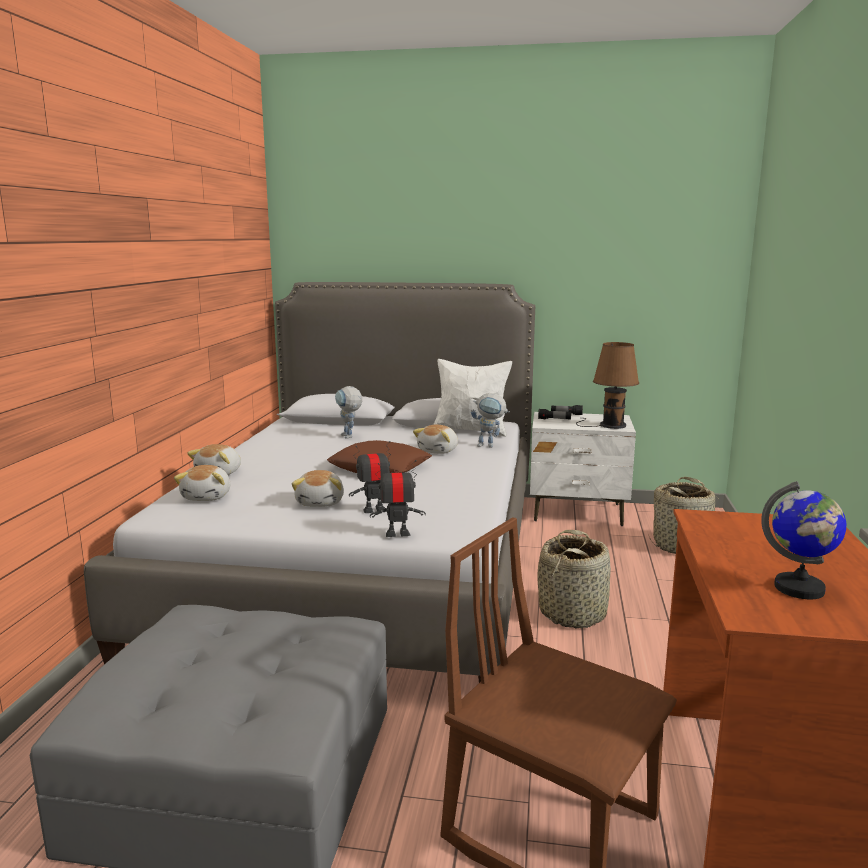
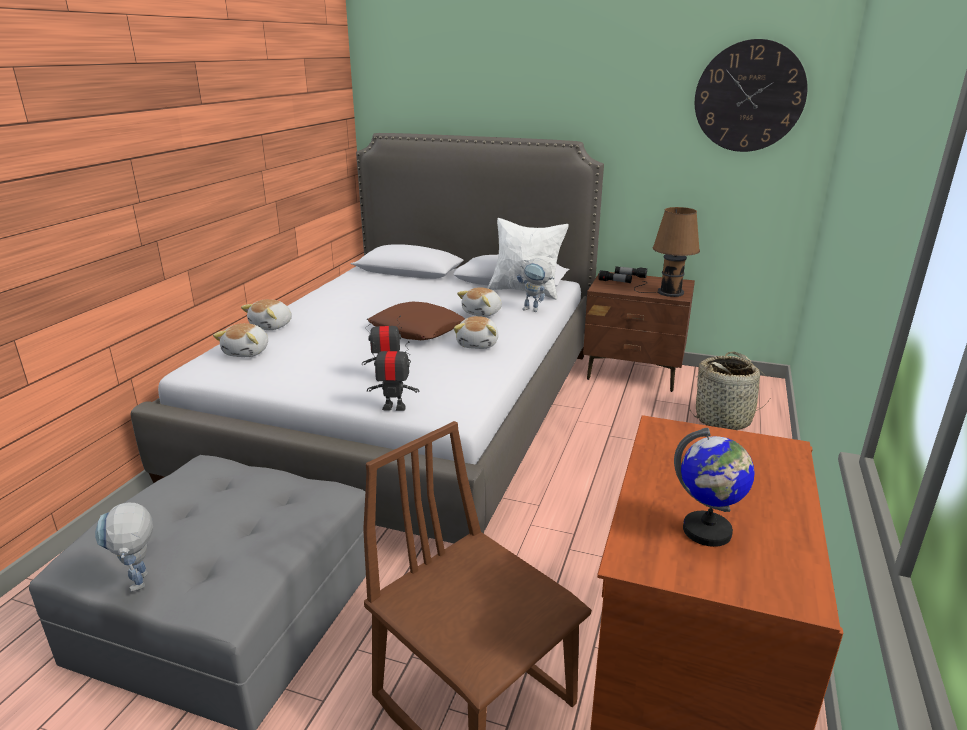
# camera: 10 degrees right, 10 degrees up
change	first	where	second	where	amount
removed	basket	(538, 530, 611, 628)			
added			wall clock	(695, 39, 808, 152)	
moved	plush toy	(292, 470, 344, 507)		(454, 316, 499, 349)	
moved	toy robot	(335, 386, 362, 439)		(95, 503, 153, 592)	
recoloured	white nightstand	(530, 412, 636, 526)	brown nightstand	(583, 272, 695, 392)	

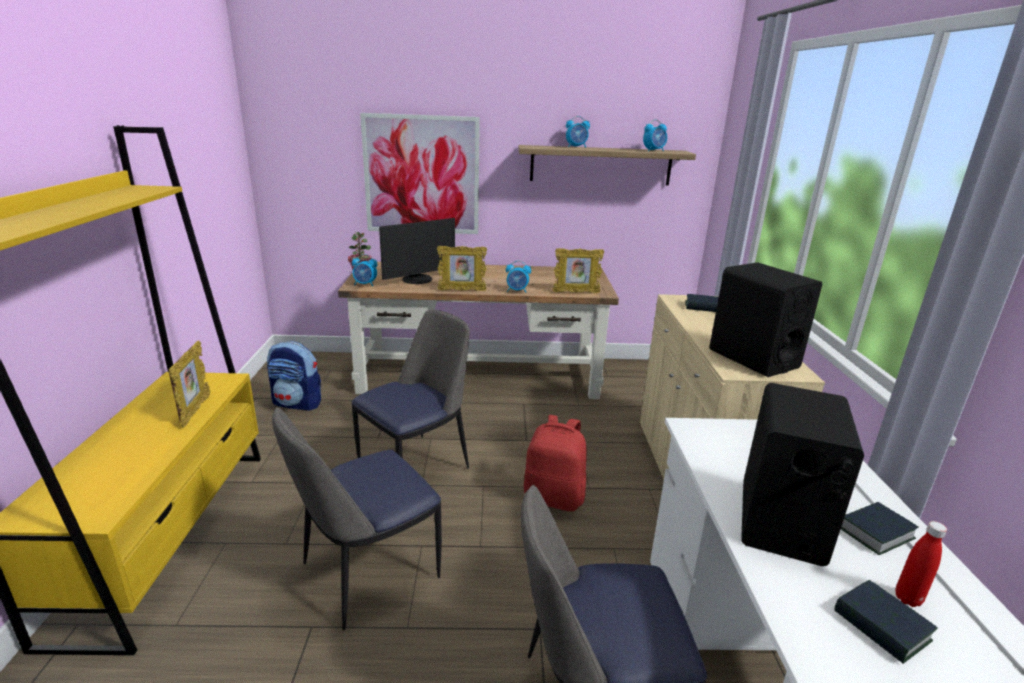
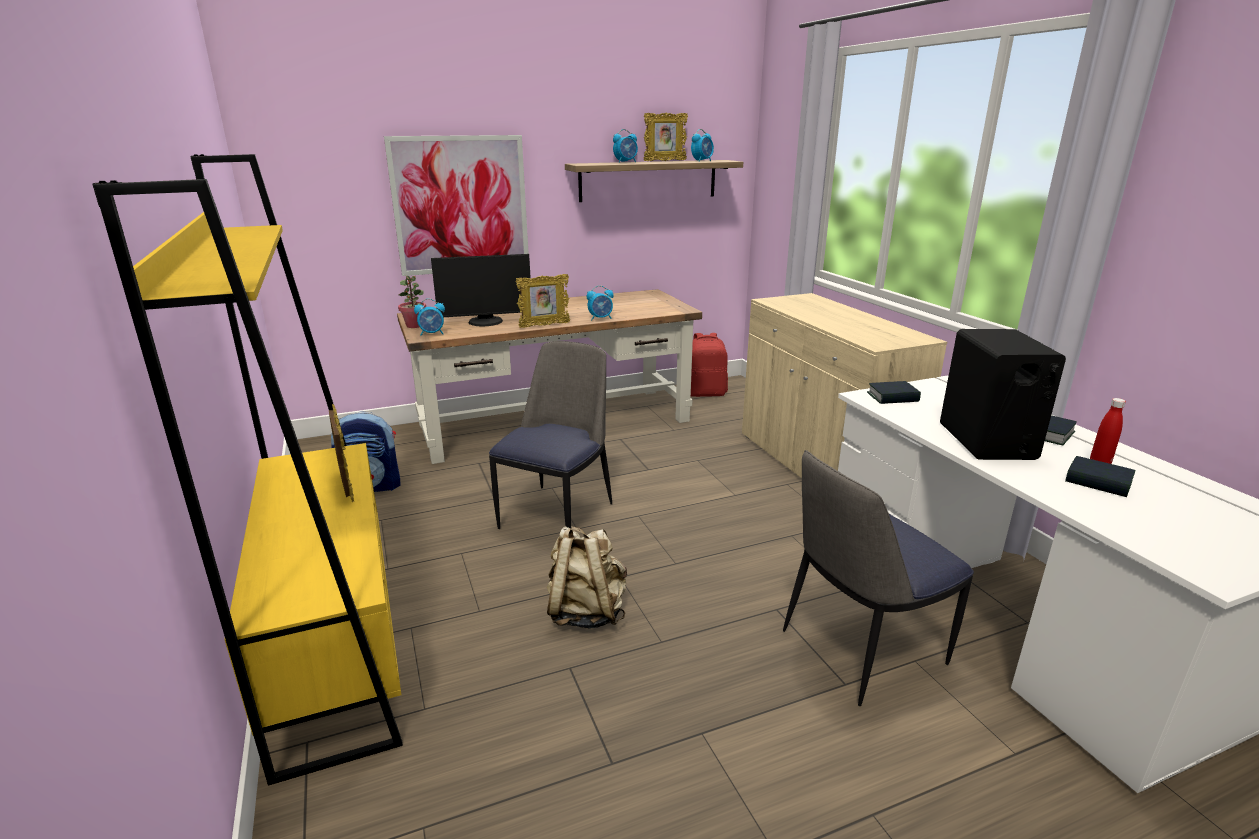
# camera: 20 degrees left, 0 degrees up
change	first	where	second	where	amount
removed	black speaker	(709, 262, 822, 377)			
moved	red backpack	(524, 415, 587, 512)		(691, 333, 728, 397)	
moved	picture frame	(553, 248, 604, 293)		(643, 113, 688, 161)	
moved	book	(685, 294, 719, 312)		(867, 381, 921, 404)	
replaced	chair	(272, 407, 442, 630)	beige backpack	(547, 526, 627, 628)	
turned	monitor	(379, 218, 455, 284)		(431, 254, 531, 326)	45 degrees clockwise

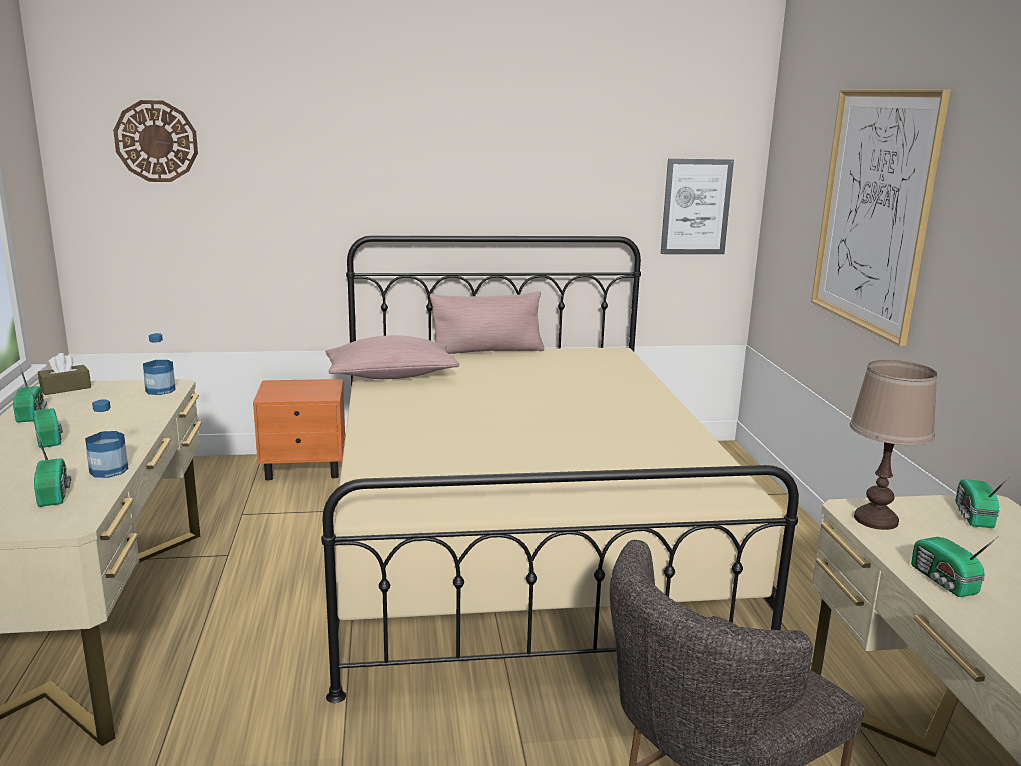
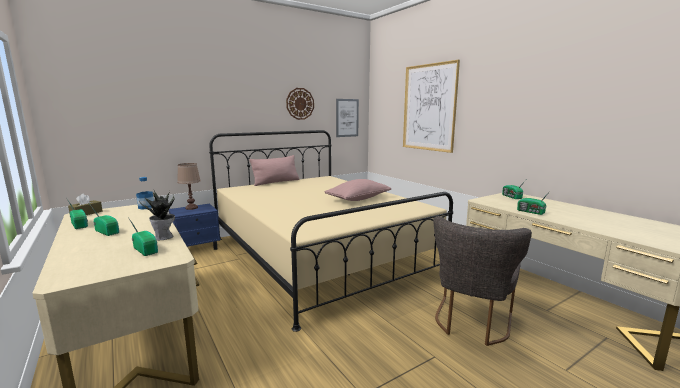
# camera: 25 degrees left, 5 degrees down
change	first	where	second	where	amount
moved	wall clock	(113, 100, 198, 182)		(286, 88, 314, 120)	
moved	pink pillow	(325, 335, 459, 379)		(324, 179, 391, 201)	
moved	brown table lamp	(850, 360, 937, 530)		(177, 163, 201, 210)	
replaced	bottle	(85, 399, 128, 478)	potted plant	(139, 189, 175, 240)	
recoloured	orange nightstand	(253, 379, 345, 481)	blue nightstand	(169, 204, 220, 250)	

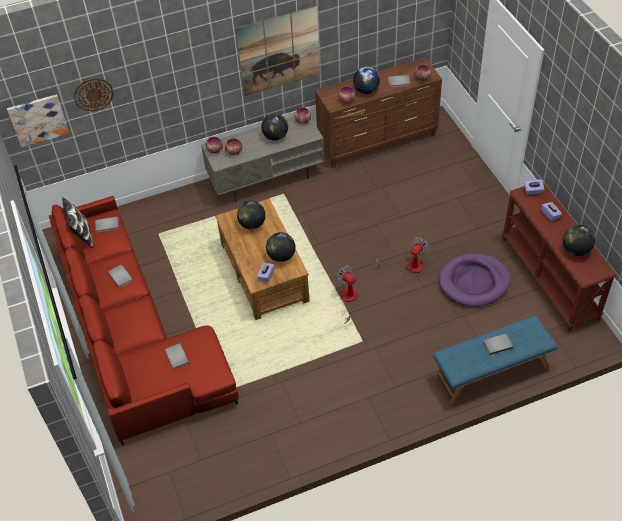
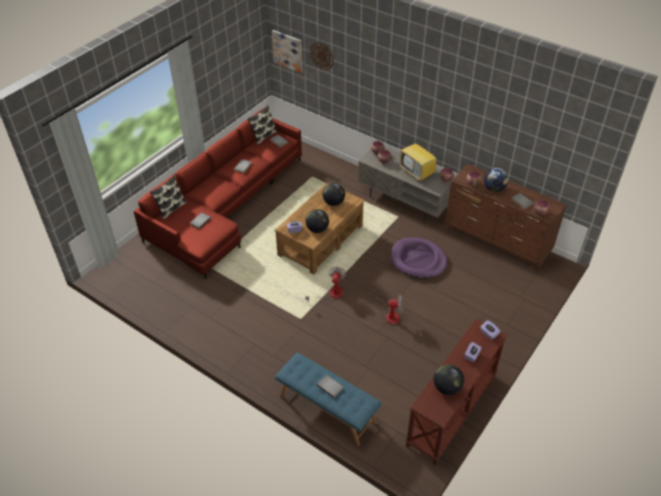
# camera: 55 degrees right, 5 degrees down
change	first	where	second	where	amount
removed	picture	(235, 6, 320, 96)			
added			pillow	(150, 175, 187, 220)	
moved	purple dog bed	(439, 253, 511, 307)		(391, 237, 448, 279)	
replaced	globe	(261, 113, 288, 141)	television	(400, 140, 437, 182)	

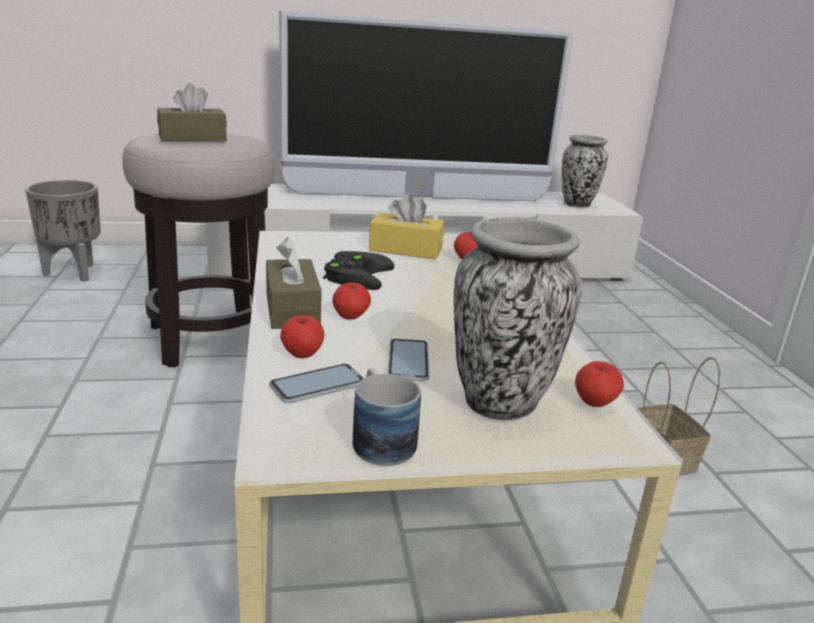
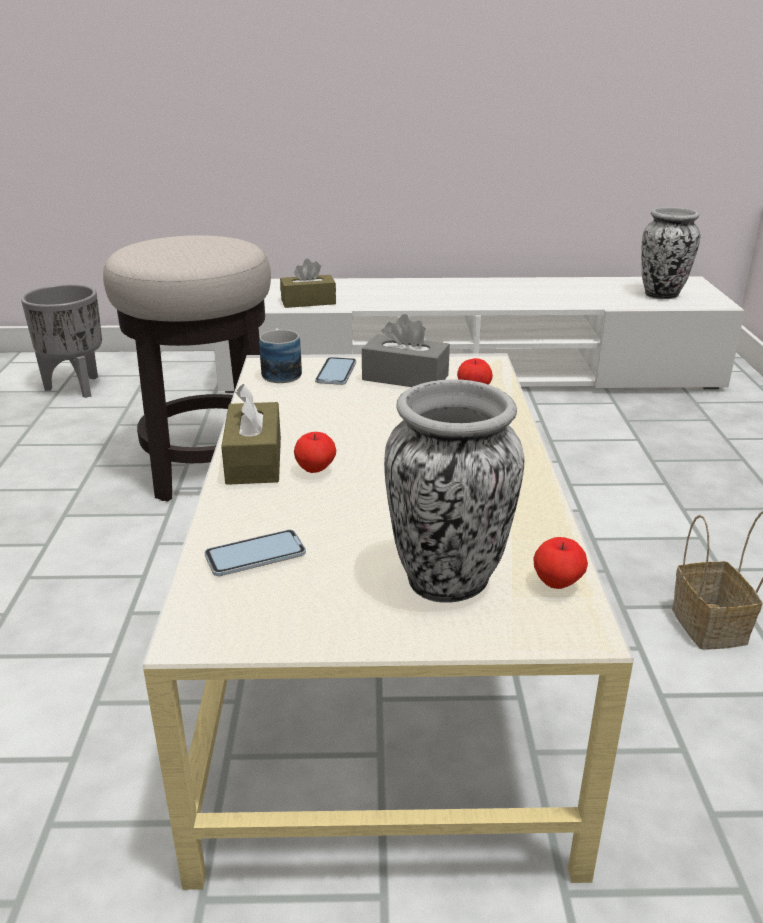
# camera: 10 degrees right, 5 degrees up
change	first	where	second	where	amount
removed	television	(279, 11, 574, 201)			
removed	apple	(280, 316, 324, 358)			
removed	black game controller	(323, 251, 394, 290)			
moved	brown tissue box	(157, 83, 227, 141)		(280, 259, 336, 308)	
moved	mug	(352, 368, 421, 466)		(259, 328, 302, 383)	
moved	phone	(388, 339, 429, 381)		(315, 357, 356, 385)	
recoloured	yellow tissue box	(369, 193, 444, 259)	grey tissue box	(362, 314, 450, 387)	

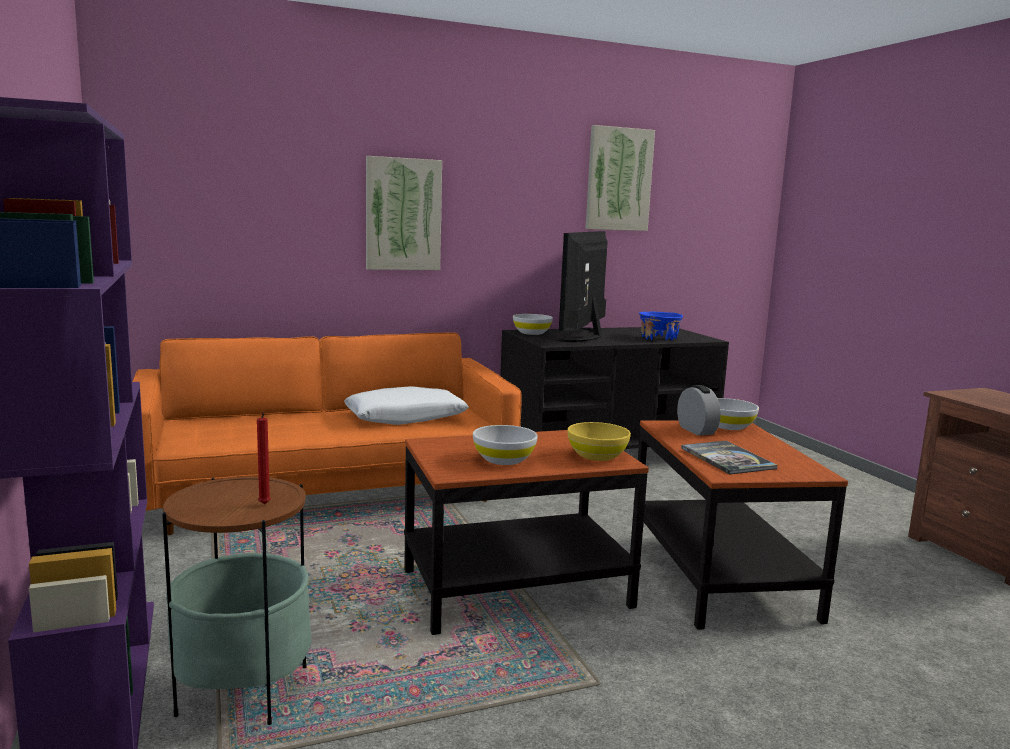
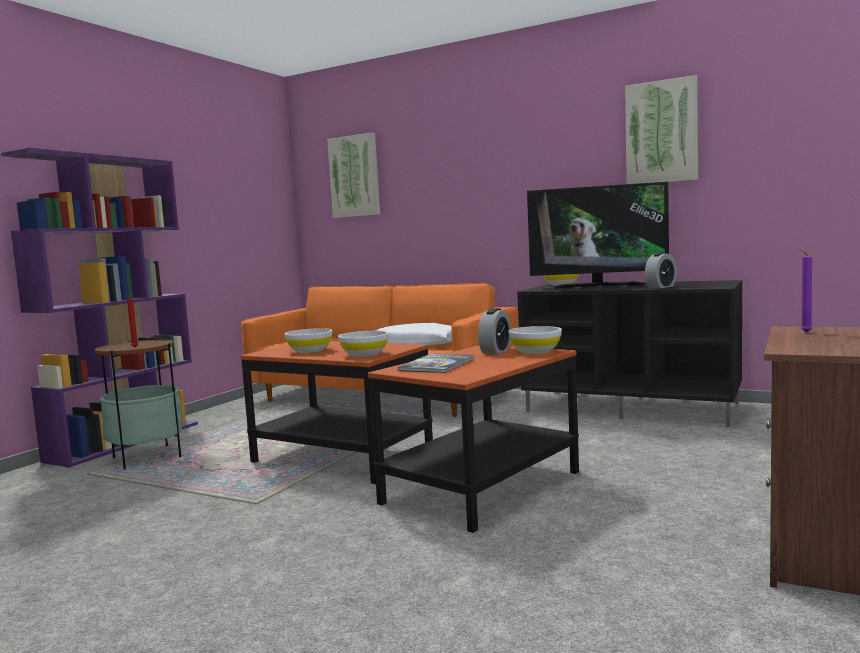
# camera: 50 degrees right, 5 degrees down
change	first	where	second	where	amount
added			purple candle	(798, 248, 812, 333)	
moved	picture	(366, 156, 442, 270)		(327, 133, 380, 218)	
replaced	blue bowl	(639, 312, 683, 341)	alarm clock	(645, 252, 677, 288)	
recoloured	yellow bowl	(567, 422, 631, 461)	white bowl	(338, 331, 388, 357)	
turned	television	(555, 231, 608, 342)		(527, 182, 669, 289)	150 degrees counterclockwise

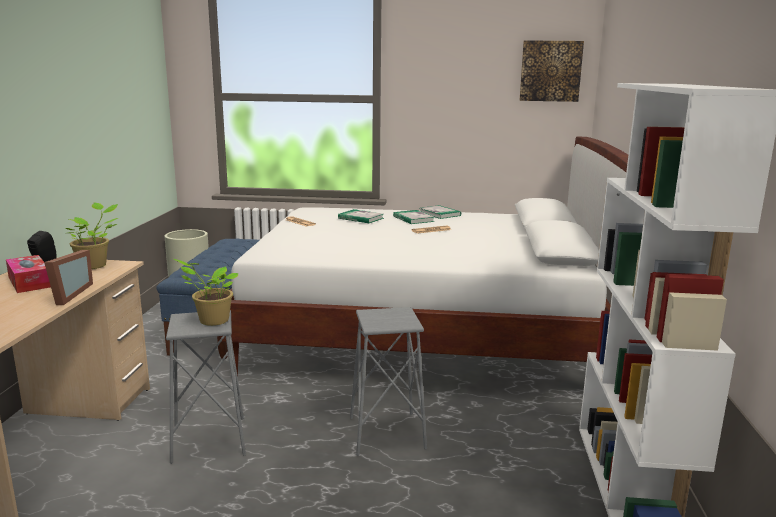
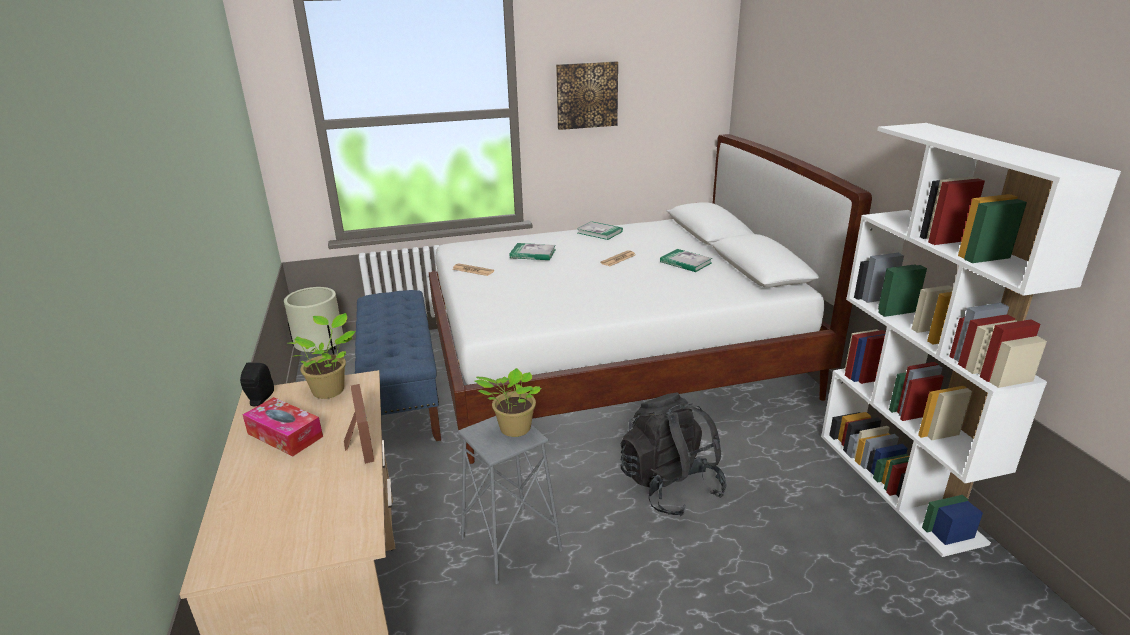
# camera: 20 degrees left, 10 degrees up
change	first	where	second	where	amount
moved	book	(393, 210, 435, 224)		(660, 249, 712, 272)	
moved	picture	(520, 40, 584, 102)		(556, 61, 618, 130)	
replaced	grey stool	(350, 307, 427, 456)	black backpack	(621, 393, 727, 517)	

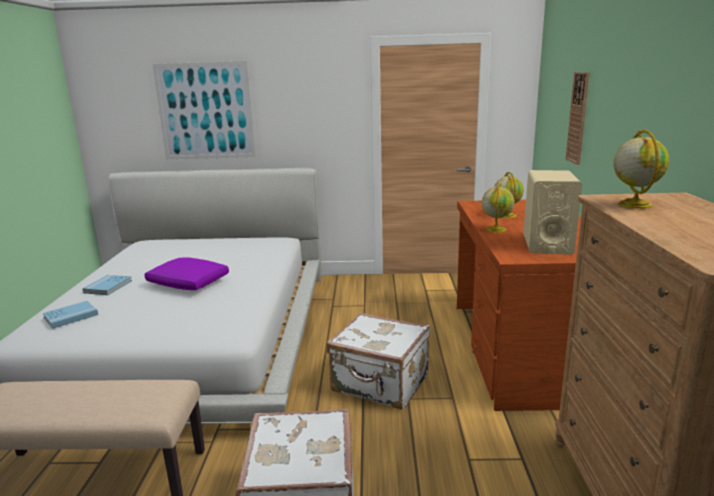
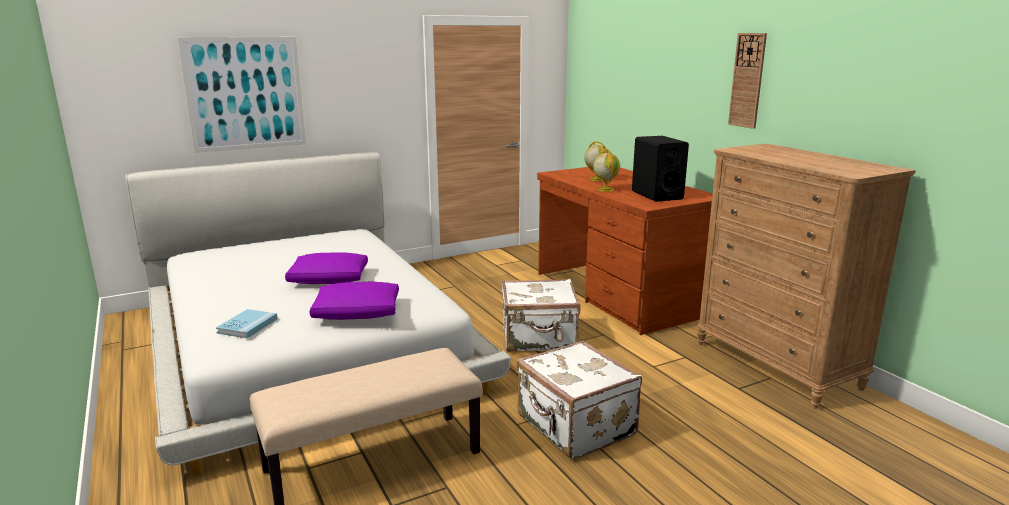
# camera: 30 degrees left, 0 degrees up
change	first	where	second	where	amount
removed	blue book	(82, 275, 132, 295)			
removed	globe	(613, 130, 669, 209)			
added			purple pillow	(309, 282, 399, 320)	
moved	wall clock	(566, 72, 589, 165)		(728, 33, 767, 129)	
recoloured	beige speaker	(523, 170, 582, 255)	black speaker	(632, 136, 689, 202)	

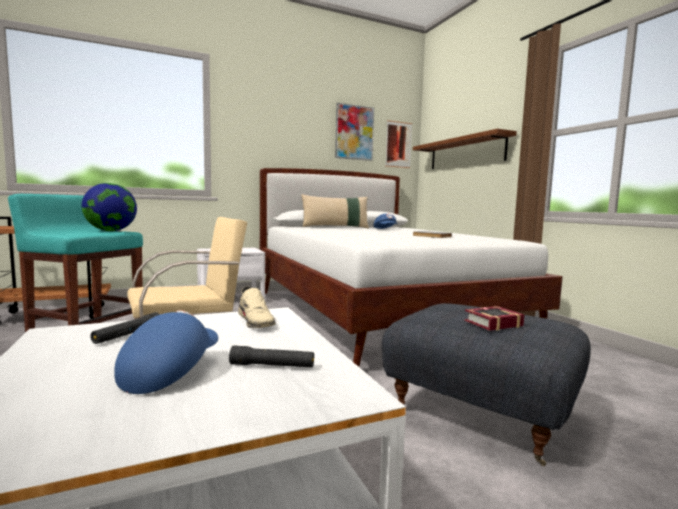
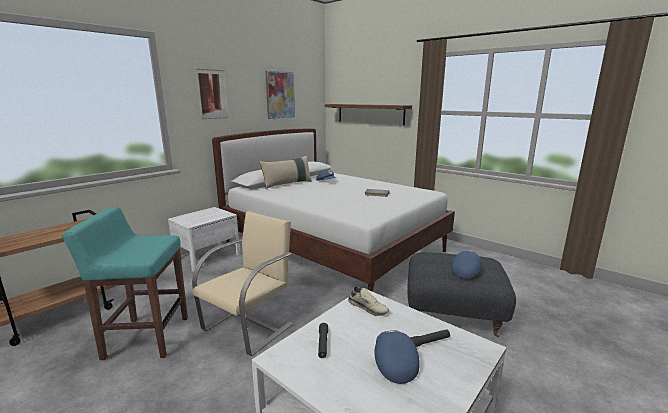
# camera: 25 degrees left, 10 degrees up
change	first	where	second	where	amount
removed	globe	(82, 183, 137, 231)			
moved	picture	(385, 120, 412, 168)		(196, 69, 229, 119)	
replaced	book	(464, 306, 525, 331)	blue cap	(451, 250, 482, 278)	

